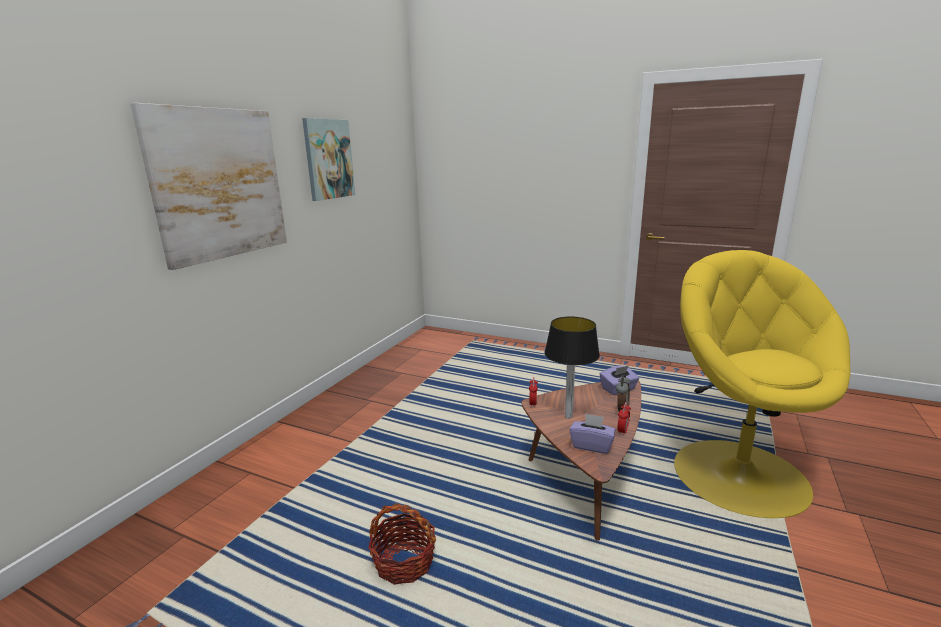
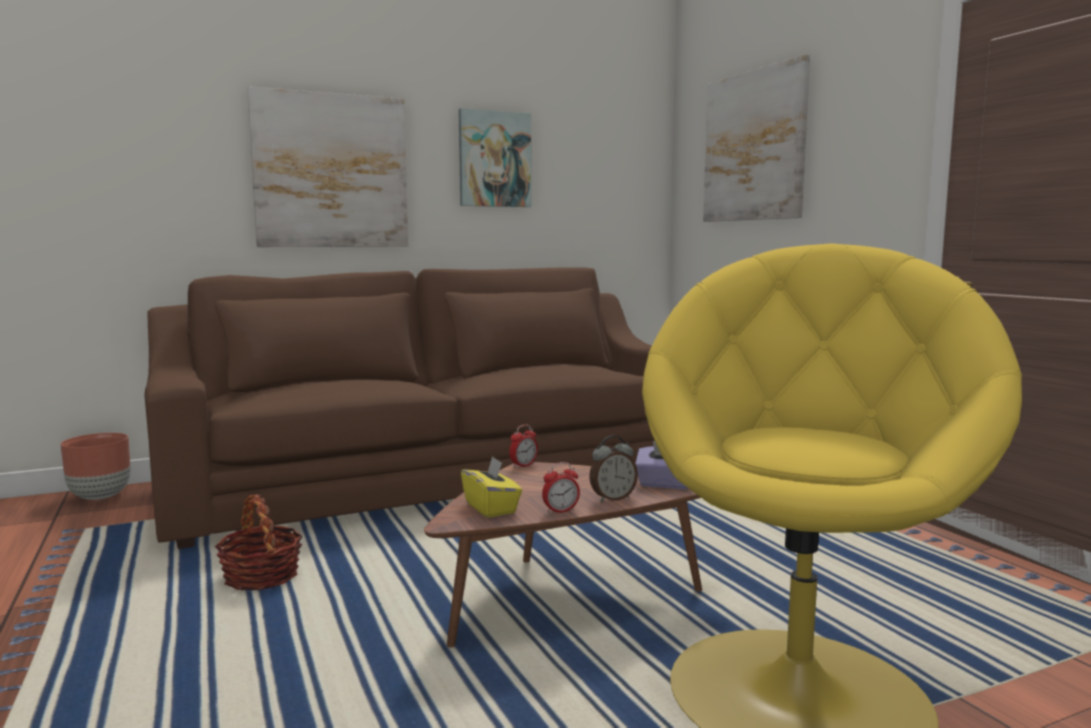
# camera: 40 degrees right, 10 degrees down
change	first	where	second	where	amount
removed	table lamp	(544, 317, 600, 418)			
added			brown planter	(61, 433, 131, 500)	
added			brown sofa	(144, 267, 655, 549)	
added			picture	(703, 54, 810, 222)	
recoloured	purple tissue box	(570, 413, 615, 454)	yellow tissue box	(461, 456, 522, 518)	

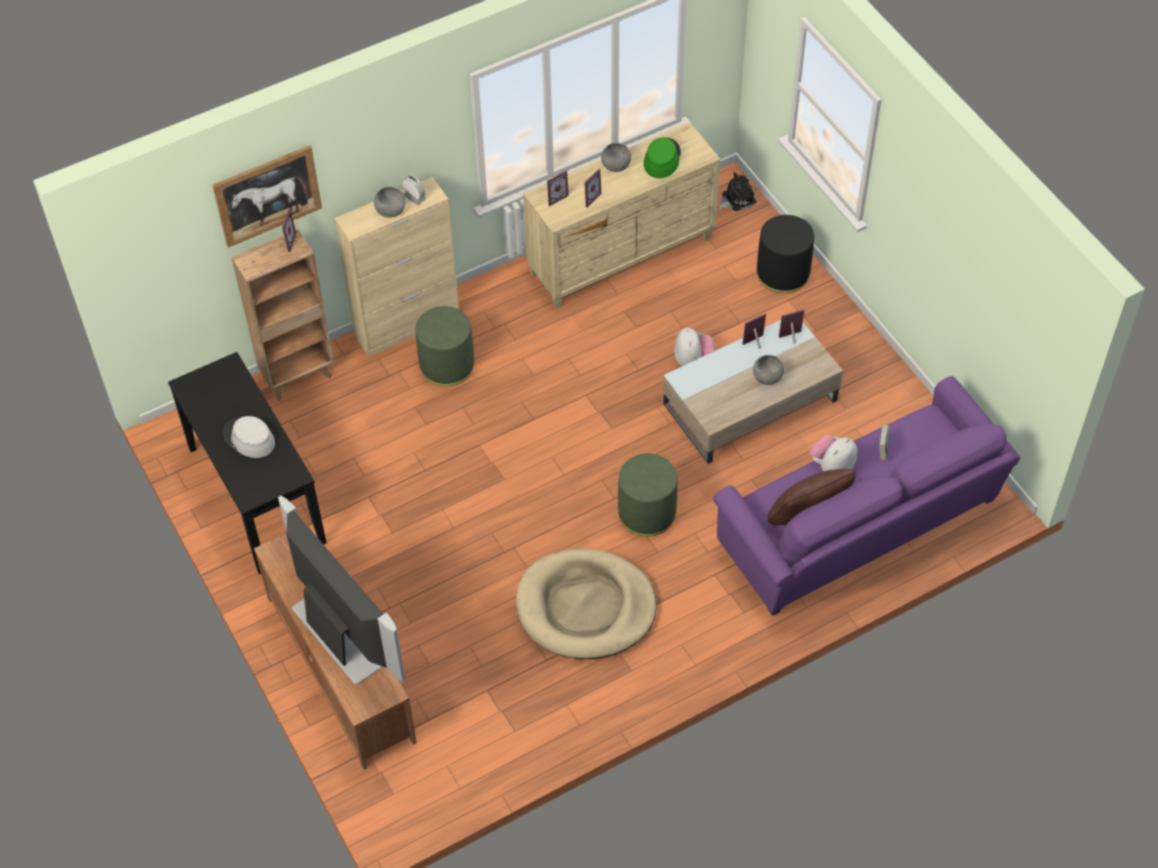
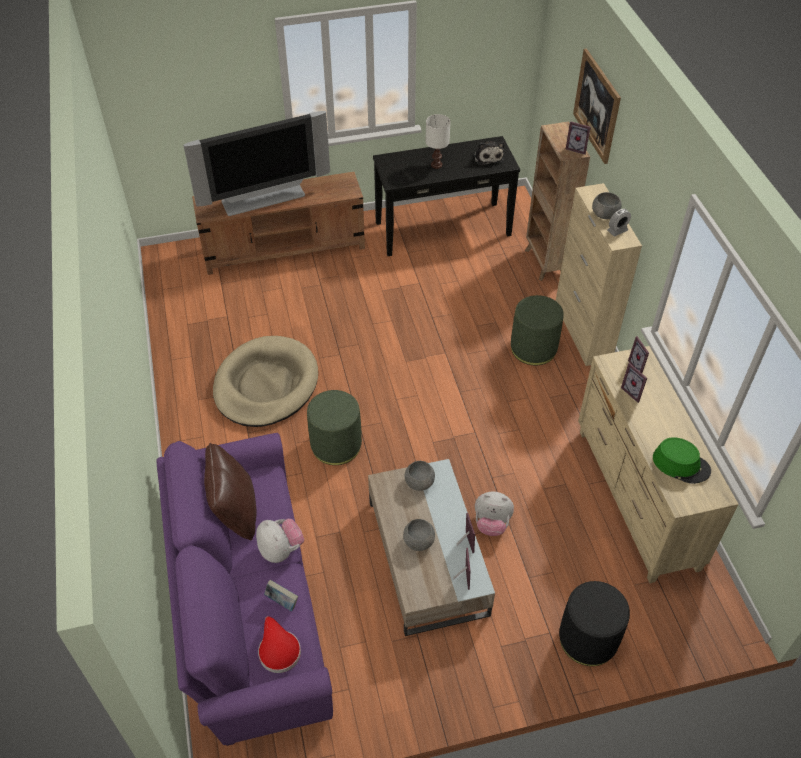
# camera: 105 degrees right, 5 degrees down
change	first	where	second	where	amount
added			red hat	(258, 616, 301, 673)	
moved	grey bowl	(601, 143, 631, 172)		(405, 461, 435, 491)	
moved	plush toy	(718, 172, 756, 211)		(474, 141, 504, 166)	
replaced	grey hat	(223, 416, 275, 458)	white table lamp	(426, 114, 451, 169)	

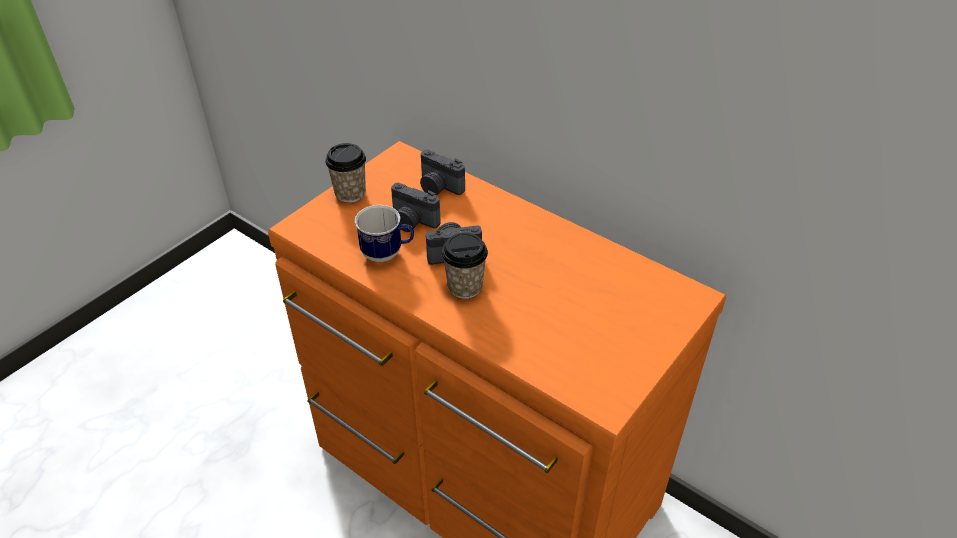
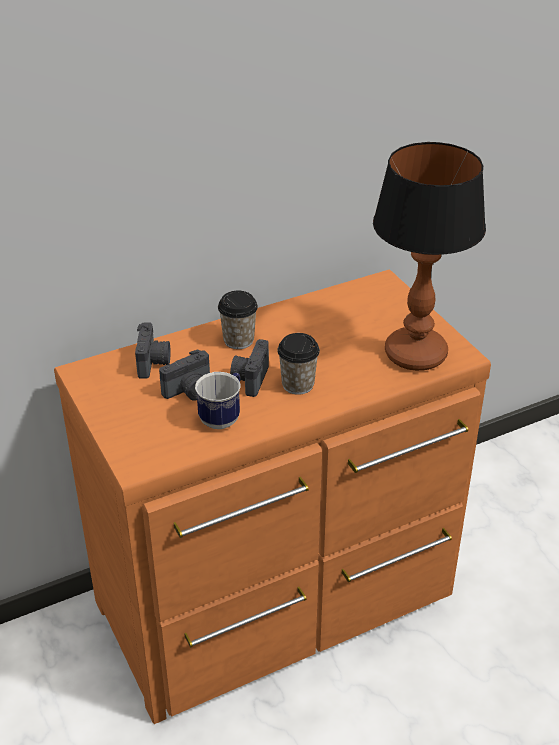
# camera: 65 degrees left, 5 degrees down
change	first	where	second	where	amount
added			table lamp	(373, 142, 486, 371)	
moved	cup	(325, 143, 366, 203)		(218, 291, 258, 349)	
turned	photo camera	(420, 150, 465, 195)		(135, 323, 170, 379)	60 degrees counterclockwise

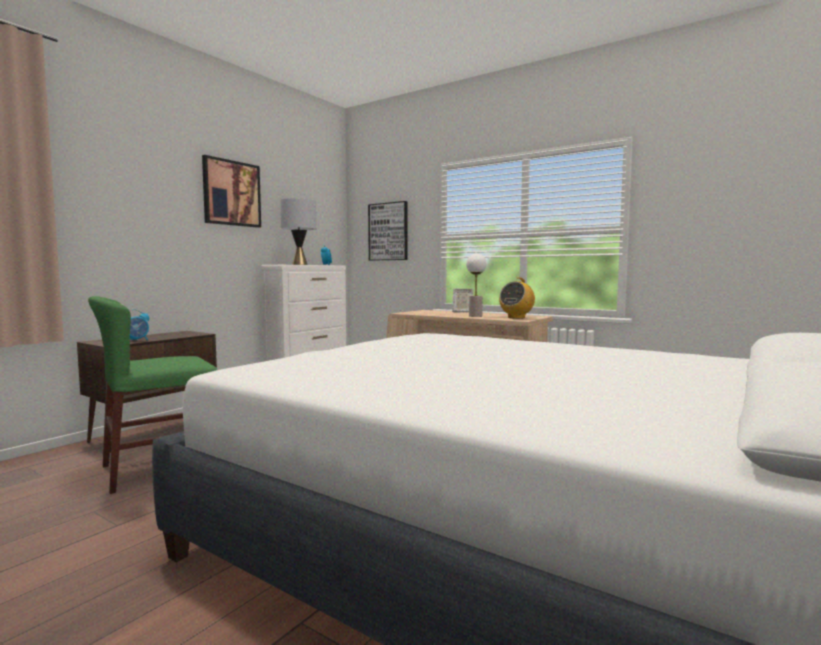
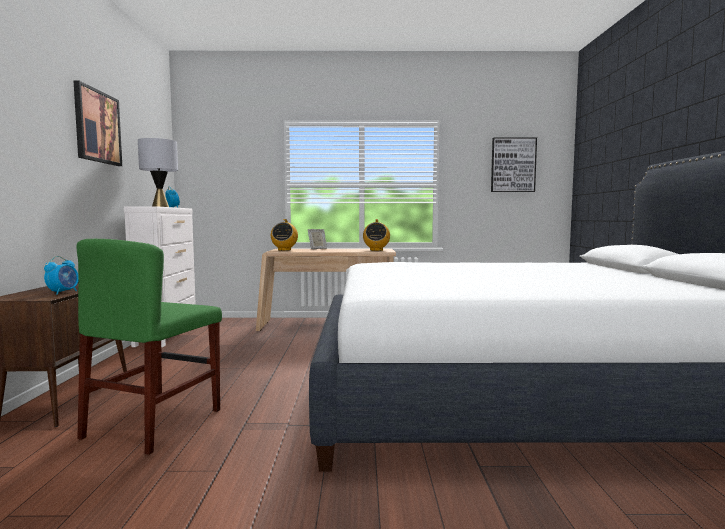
# camera: 35 degrees left, 0 degrees up
change	first	where	second	where	amount
removed	table lamp	(466, 253, 486, 317)			
added			radio	(271, 219, 298, 251)	
moved	picture	(368, 201, 407, 261)		(491, 137, 537, 192)	

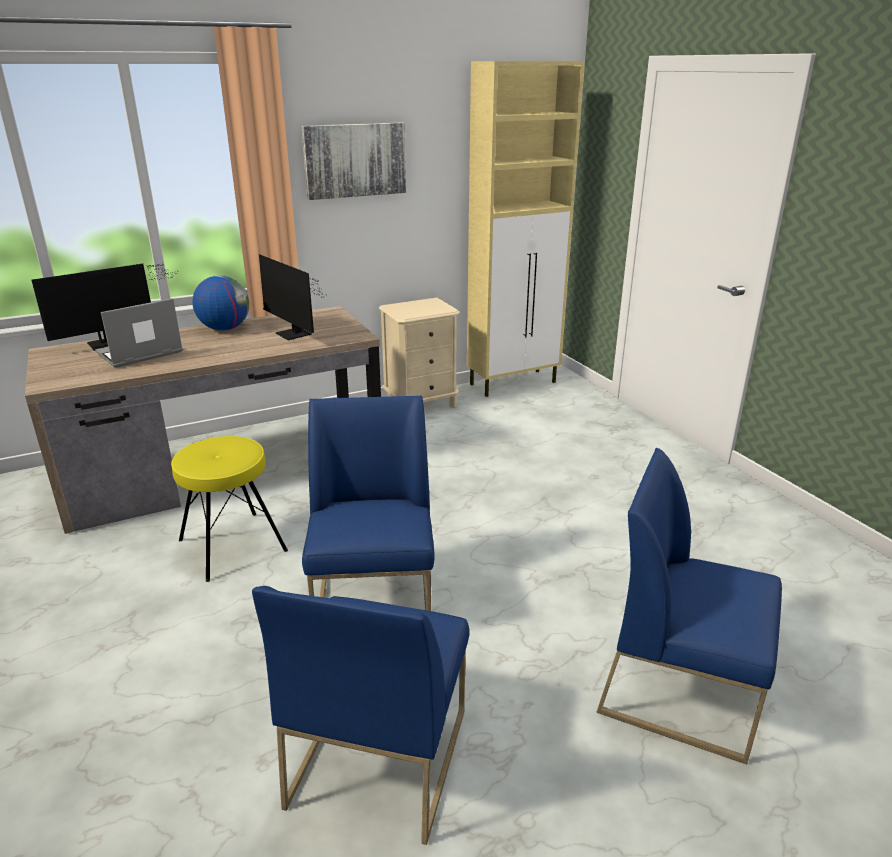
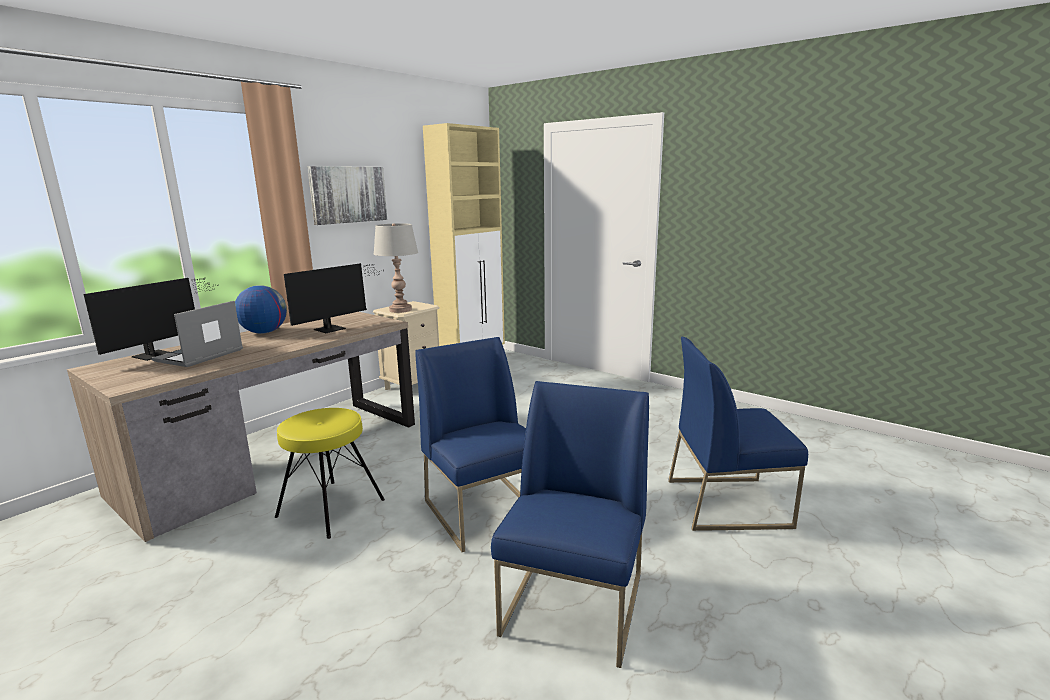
# camera: 25 degrees left, 10 degrees down
change	first	where	second	where	amount
added			grey table lamp	(374, 223, 418, 313)	
turned	blue chair	(252, 586, 469, 845)		(491, 381, 649, 668)	150 degrees counterclockwise
turned	monitor	(259, 254, 324, 340)		(284, 263, 383, 333)	75 degrees counterclockwise

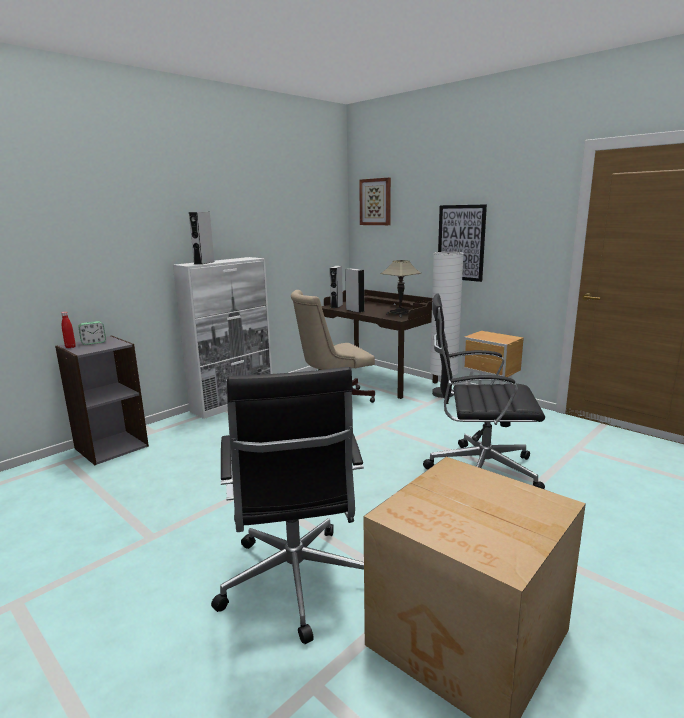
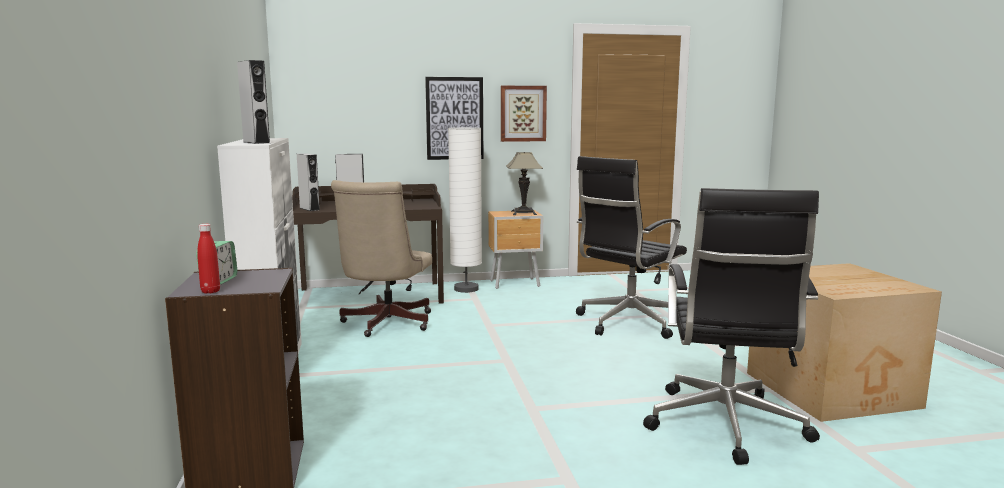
# camera: 55 degrees left, 5 degrees down
change	first	where	second	where	amount
moved	picture	(359, 178, 391, 225)		(501, 86, 547, 142)	
moved	table lamp	(381, 260, 422, 317)		(506, 152, 543, 215)	
turned	black office chair	(211, 367, 364, 644)		(643, 188, 820, 465)	75 degrees clockwise

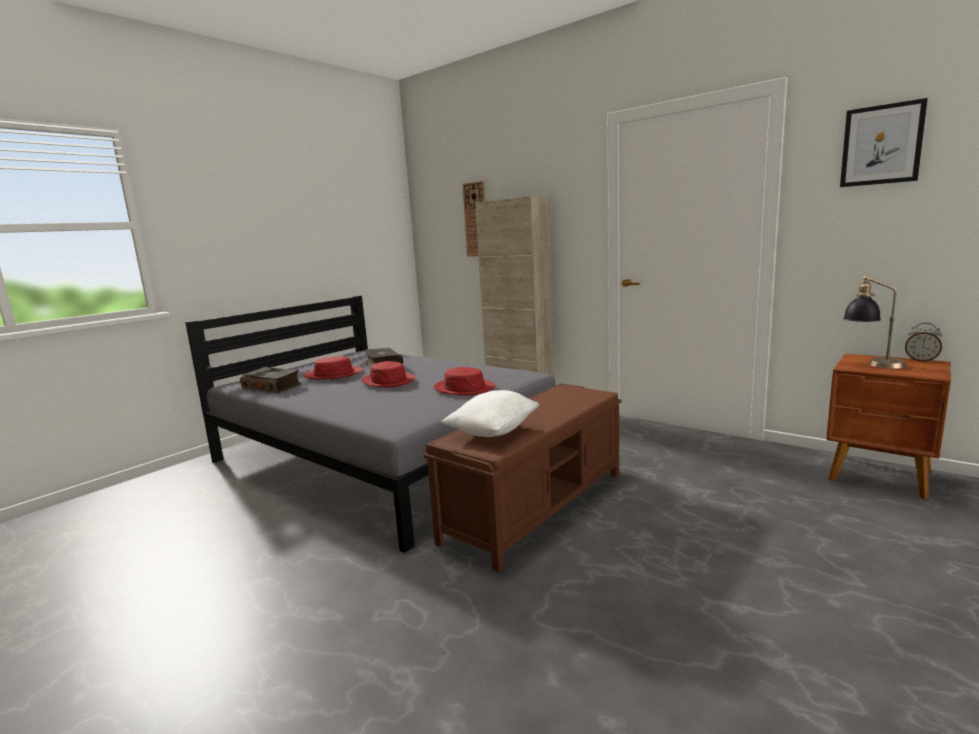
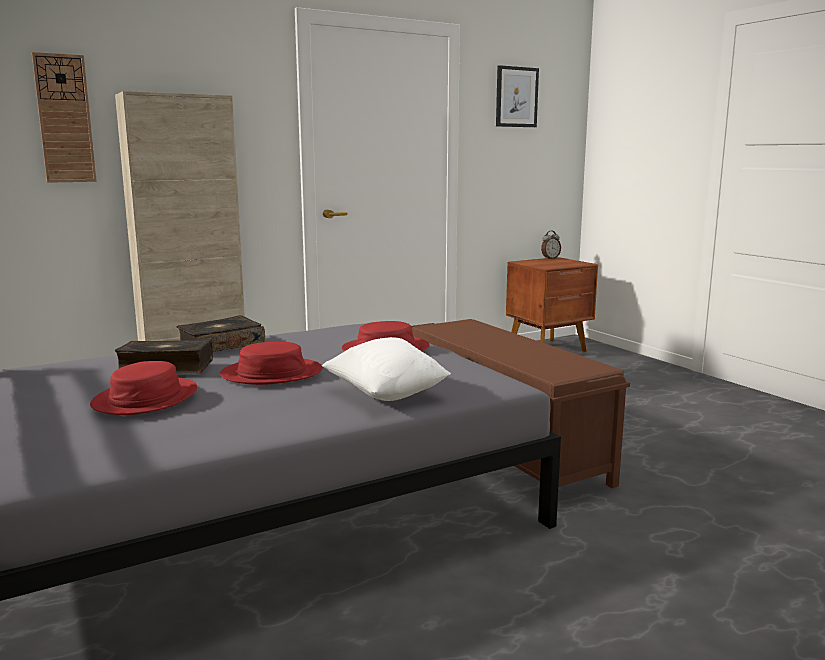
# camera: 70 degrees left, 0 degrees up
change	first	where	second	where	amount
removed	table lamp	(843, 276, 905, 369)			
moved	book	(240, 367, 302, 393)		(176, 315, 265, 352)	
moved	white pillow	(441, 390, 539, 437)		(322, 337, 451, 401)	

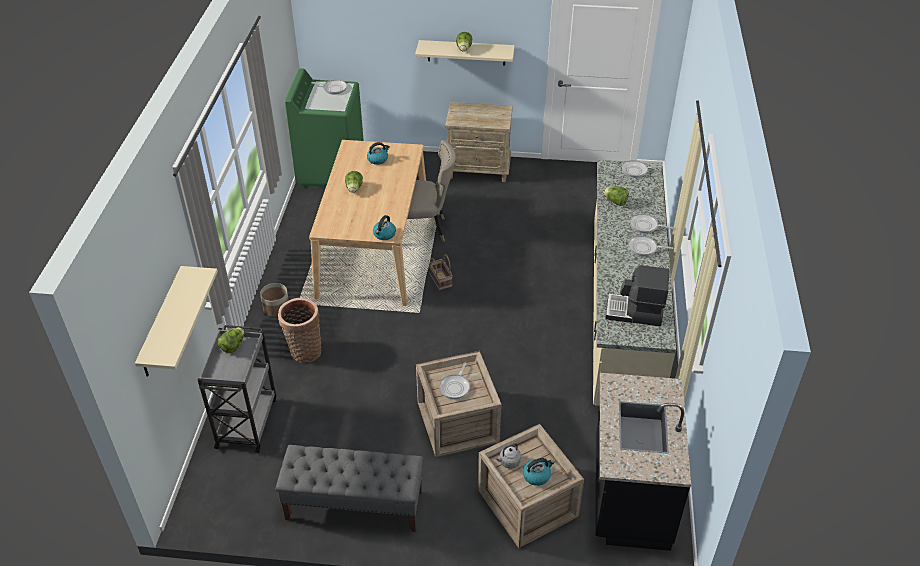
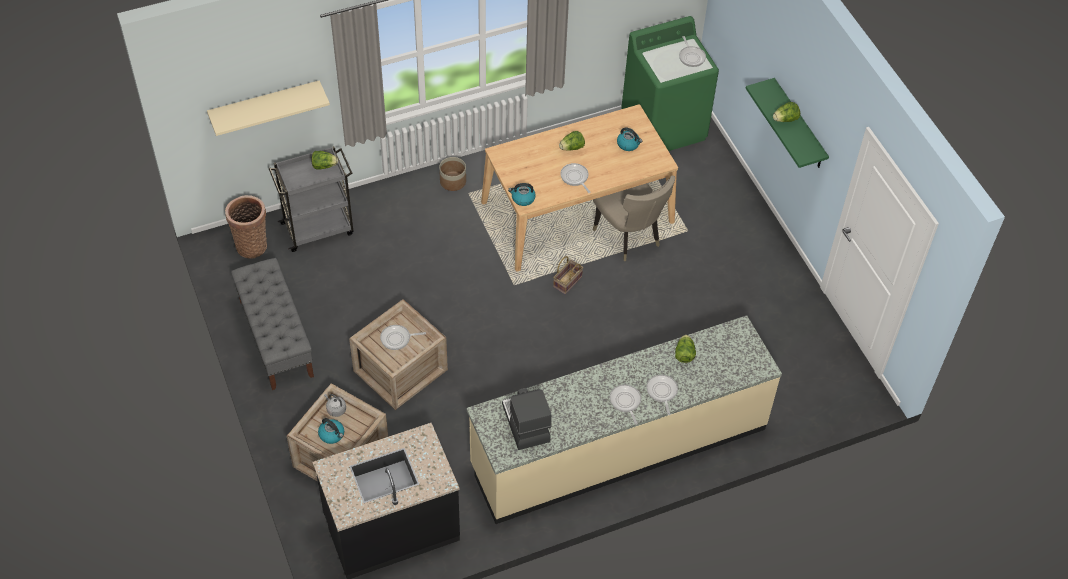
# camera: 60 degrees right, 10 degrees up
change	first	where	second	where	amount
removed	beige nightstand	(445, 102, 513, 182)			
moved	basket	(278, 298, 321, 363)		(225, 195, 267, 259)	
moved	frying pan	(621, 160, 662, 178)		(560, 163, 591, 193)	
recoloured	beige shelf	(415, 40, 515, 66)	green shelf	(746, 78, 829, 168)	

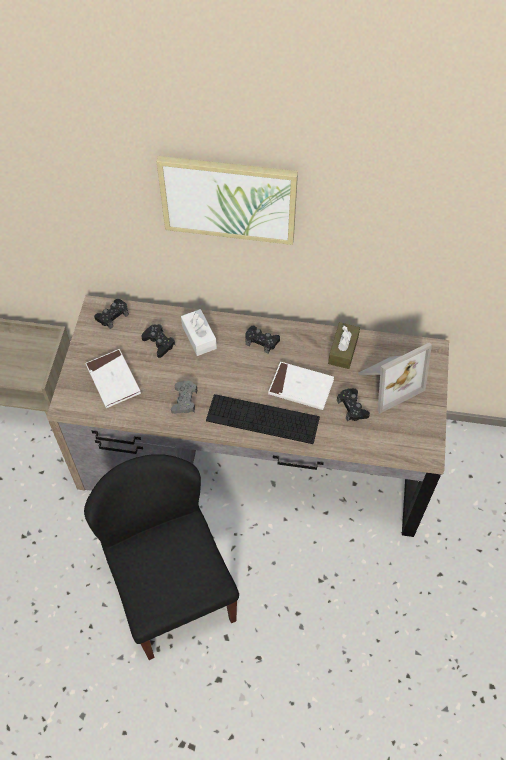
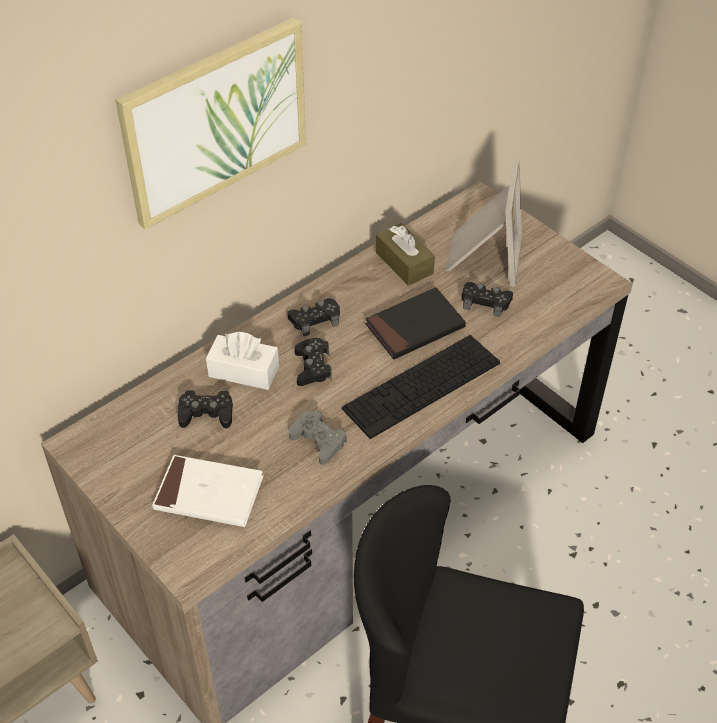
# camera: 50 degrees left, 10 degrees down
change	first	where	second	where	amount
moved	black game controller	(94, 299, 129, 329)		(294, 338, 332, 386)	
recoloured	white book	(268, 362, 334, 410)	black book	(365, 287, 466, 359)	

